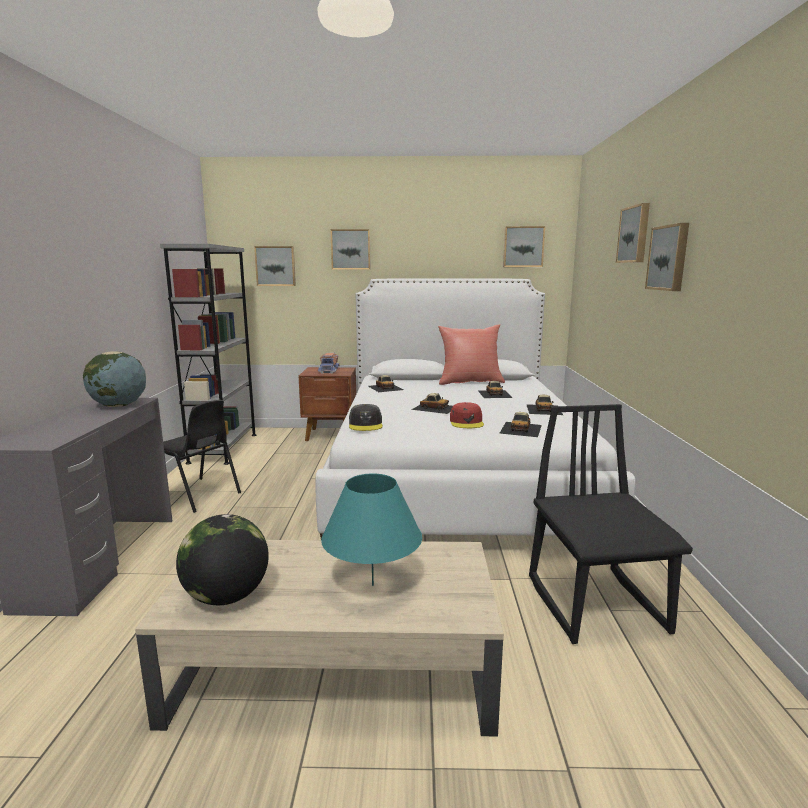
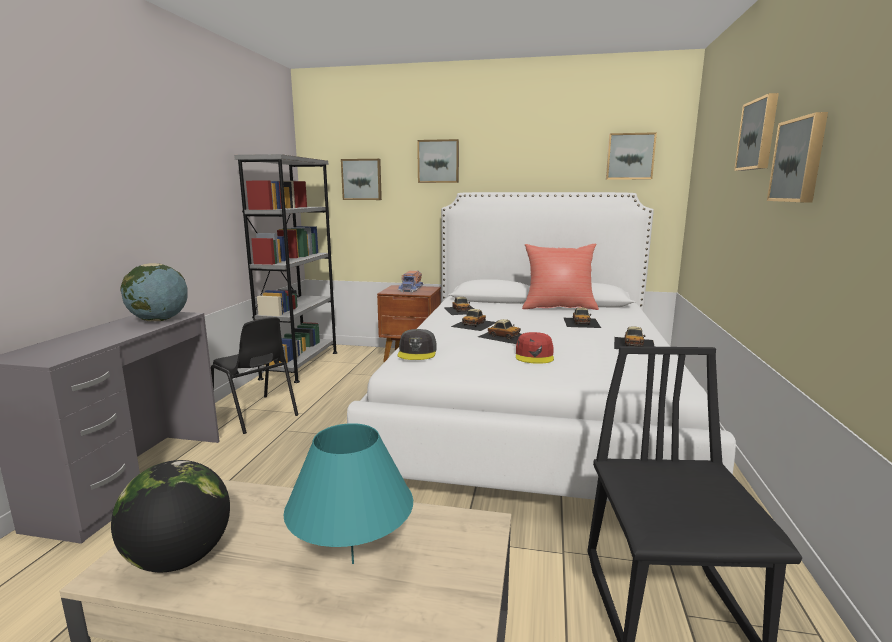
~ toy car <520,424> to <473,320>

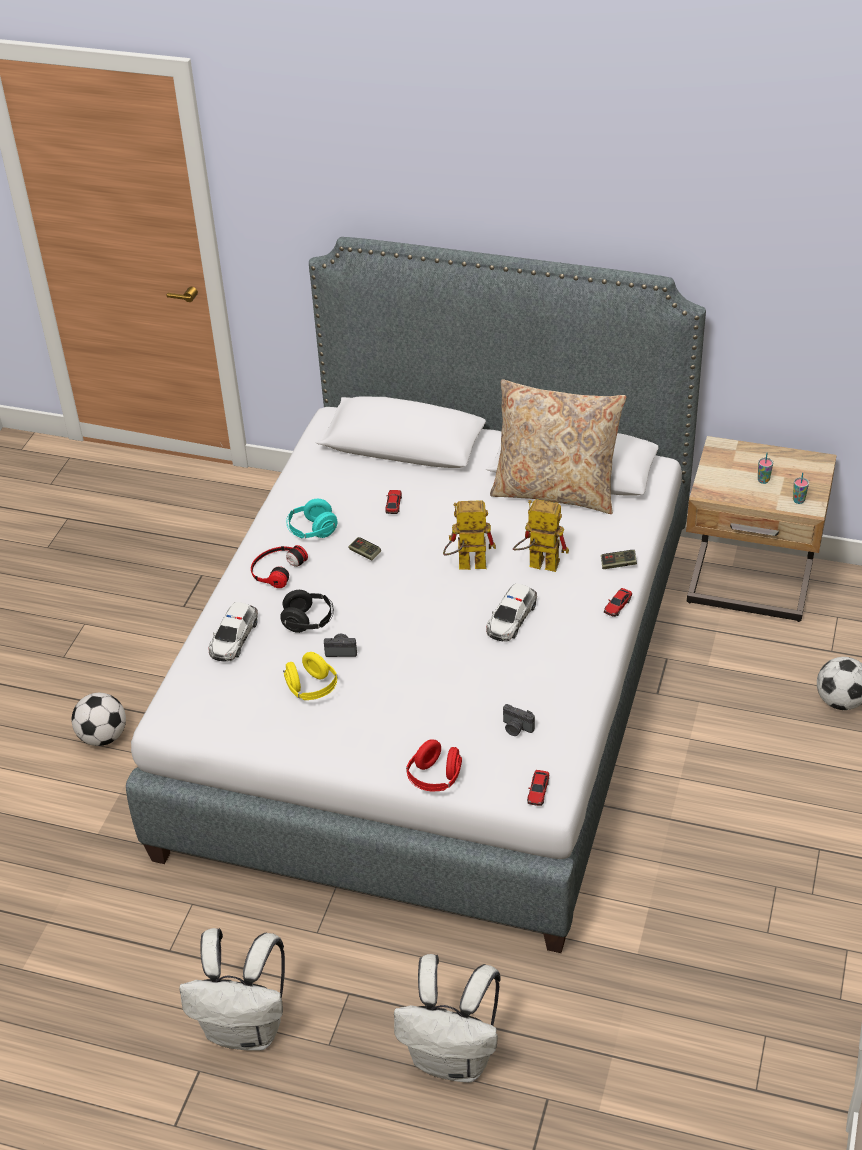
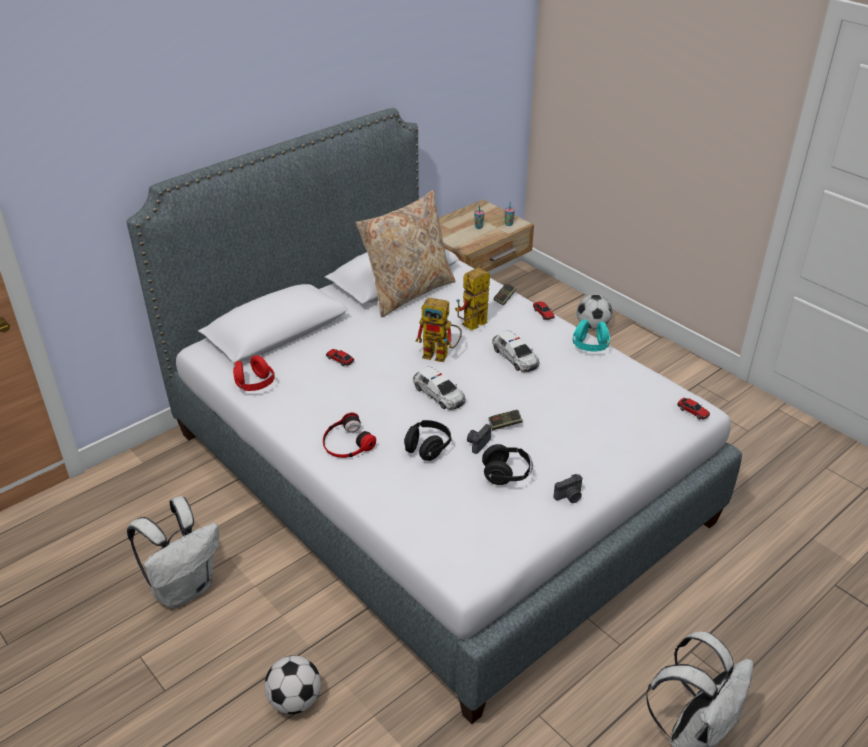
~ turquoise-coloured headphones <312,518> to <591,336>
~ model robot <469,535> = <438,330> 105 degrees counterclockwise
~ joypad <365,549> to <505,420>
~ toy car <233,632> to <439,388>
~ yellowish headphones <310,676> to blackish headphones <507,464>
~ still camera <519,720> to <567,488>
~ reddish headphones <434,765> to <254,373>
~ whitish backpack <447,1018> to <173,552>

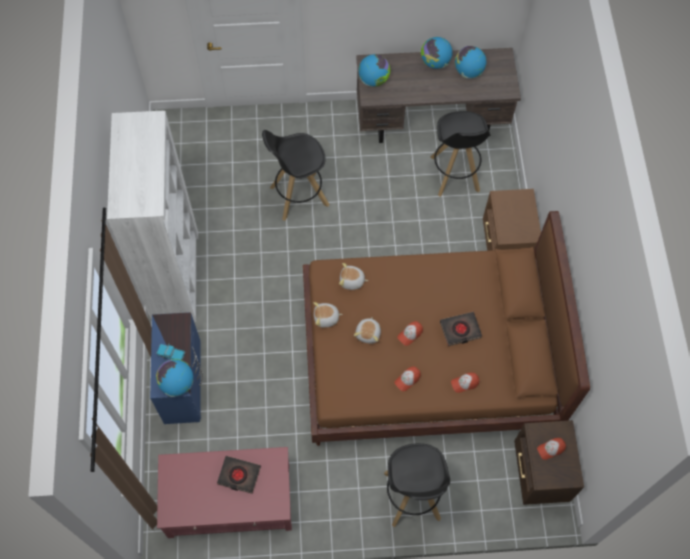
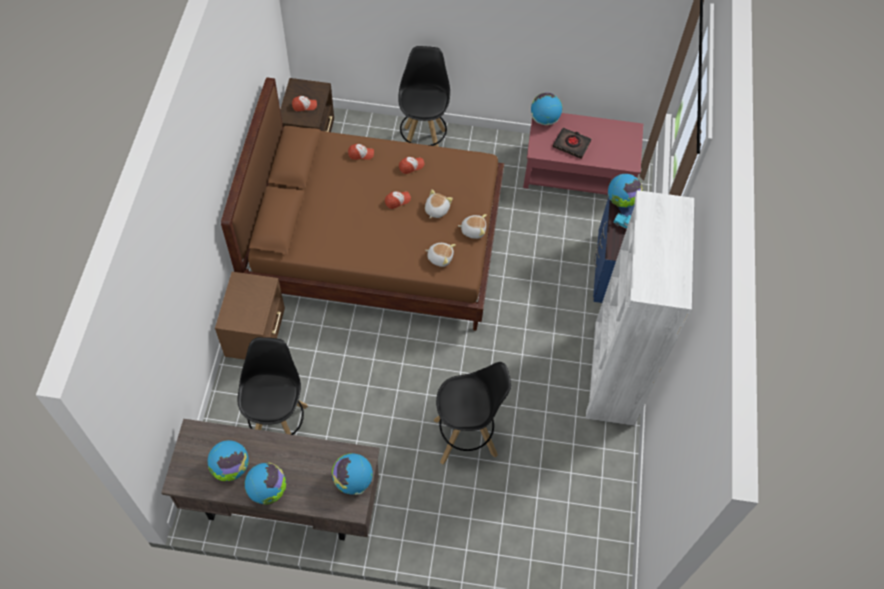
- blackish bound book <461,329>
+ globe <547,109>

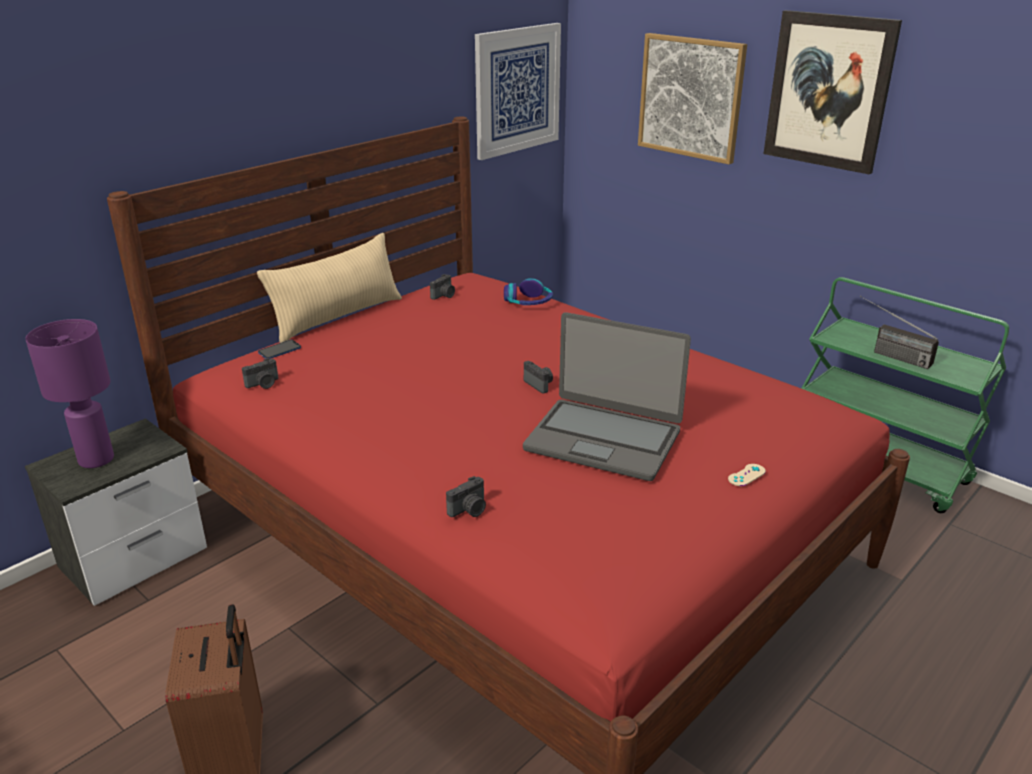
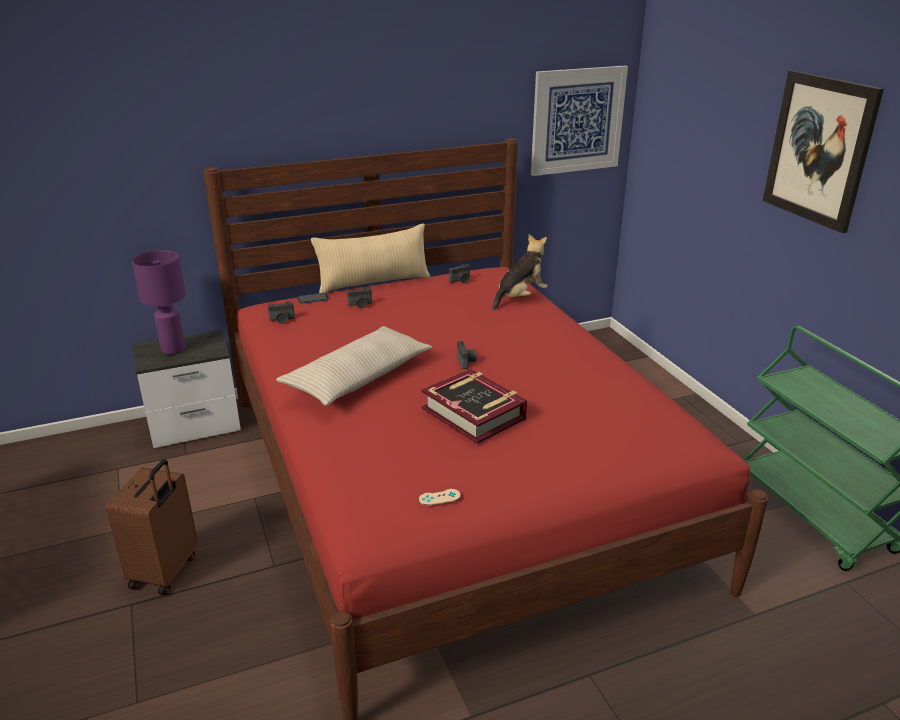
- picture <692,98>
~ headphones <528,291> to plush toy <520,272>
- radio set <899,332>
~ portable computer <607,396> to bound book <474,406>
~ sand-coloured joypad <747,475> to <440,497>
~ still camera <466,496> to <359,297>
+ sand-coloured cushion <354,366>

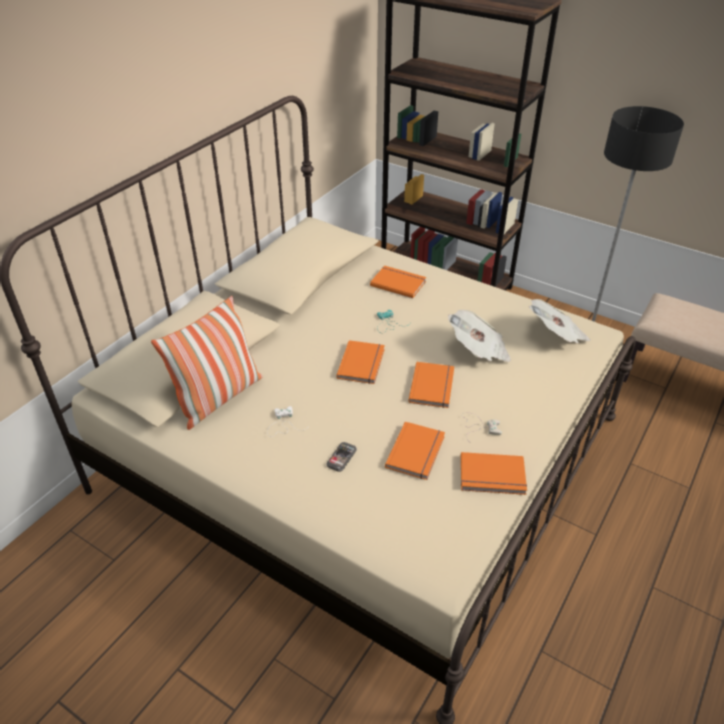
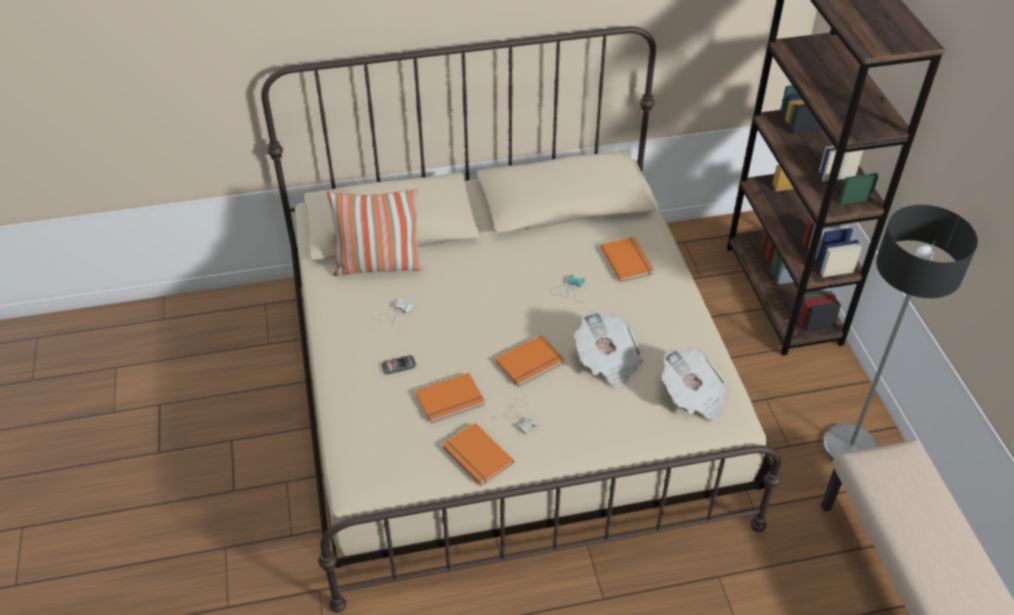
- orange bound book <360,362>

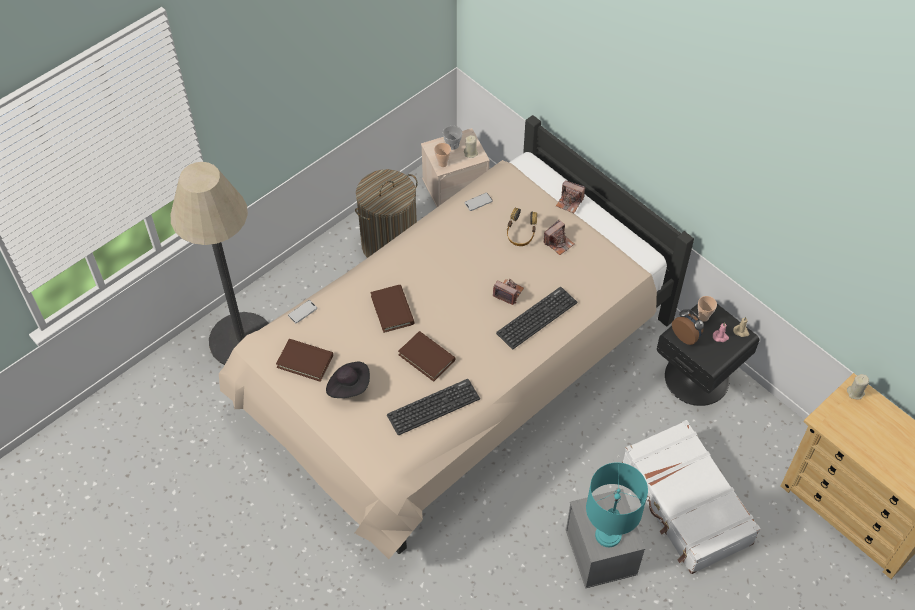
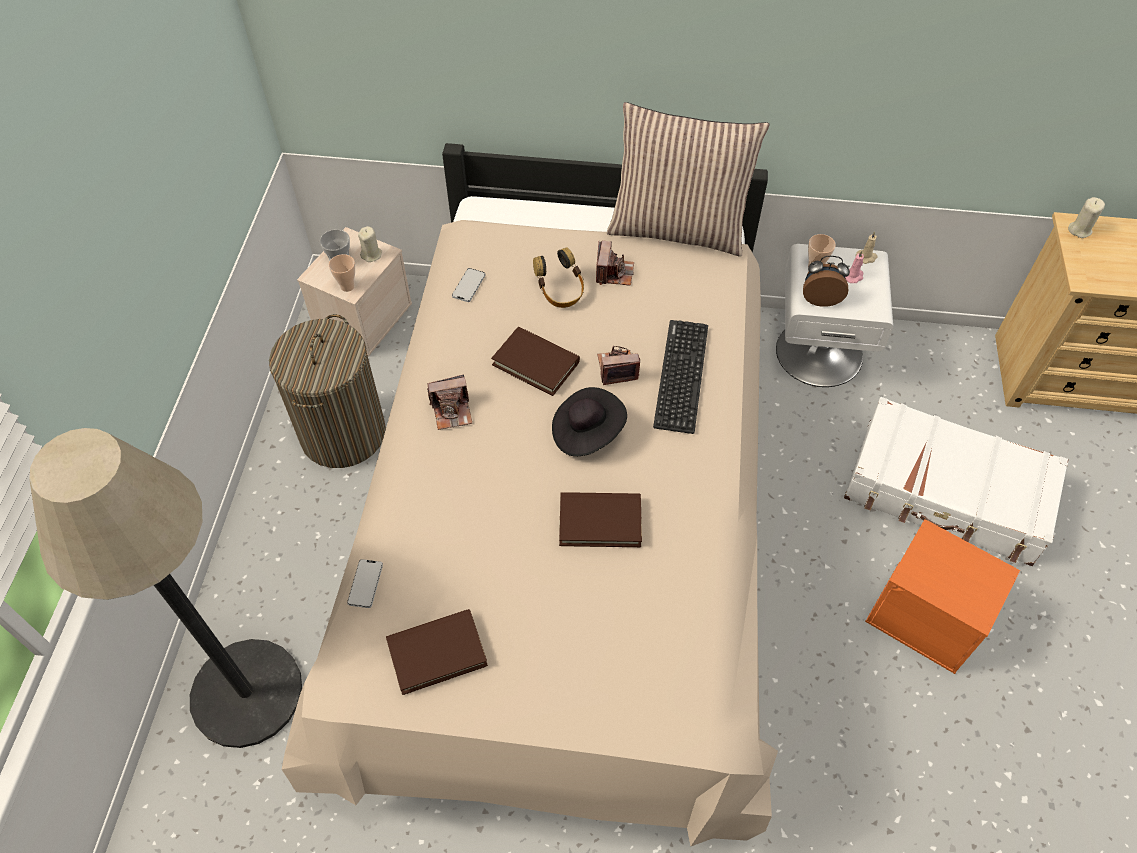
~ still camera <570,197> to <449,402>
~ brownish bound book <392,309> to <535,361>
~ blackish bedside table <708,355> to whitish bedside table <834,315>
~ blackish hat <348,380> to <589,421>
- computer keyboard <433,407>
- turquoise-coloured tabletop lamp <617,504>
~ greyish storage container <605,538> to orange storage container <942,596>
+ cushion <688,179>

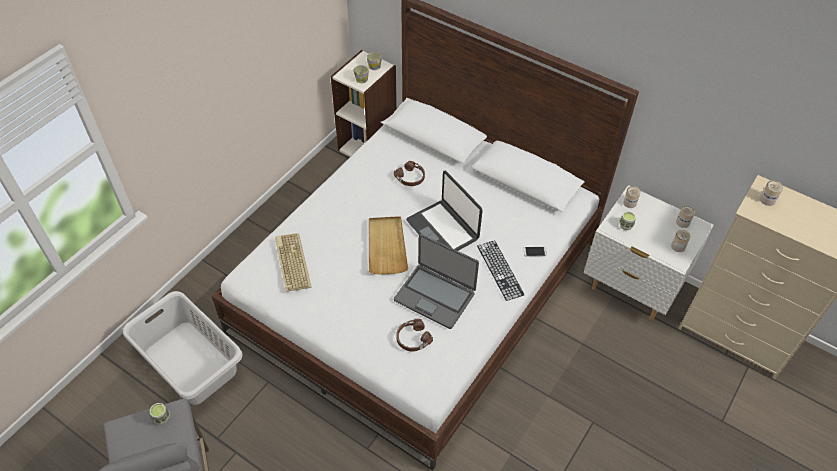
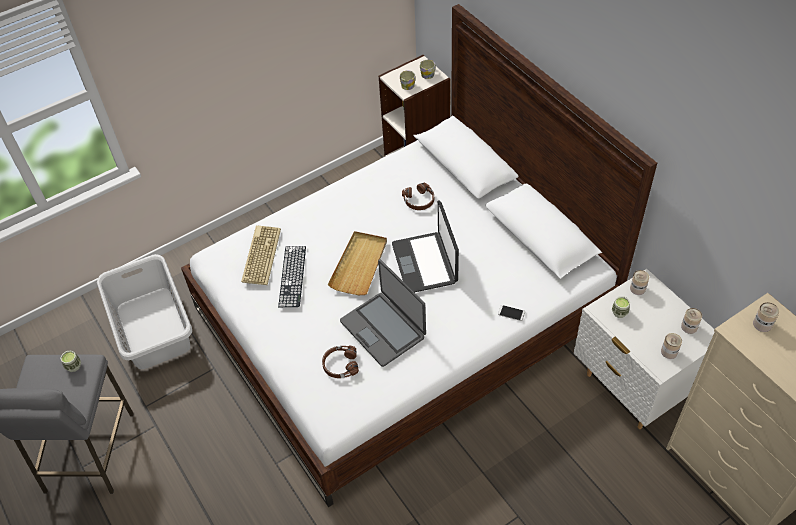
~ computer keyboard <500,270> to <292,276>

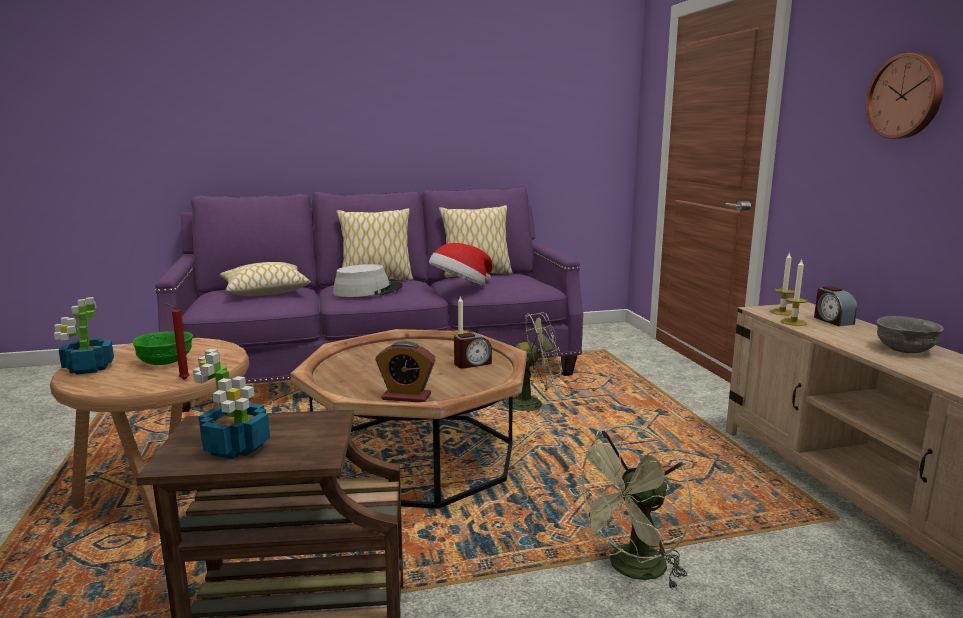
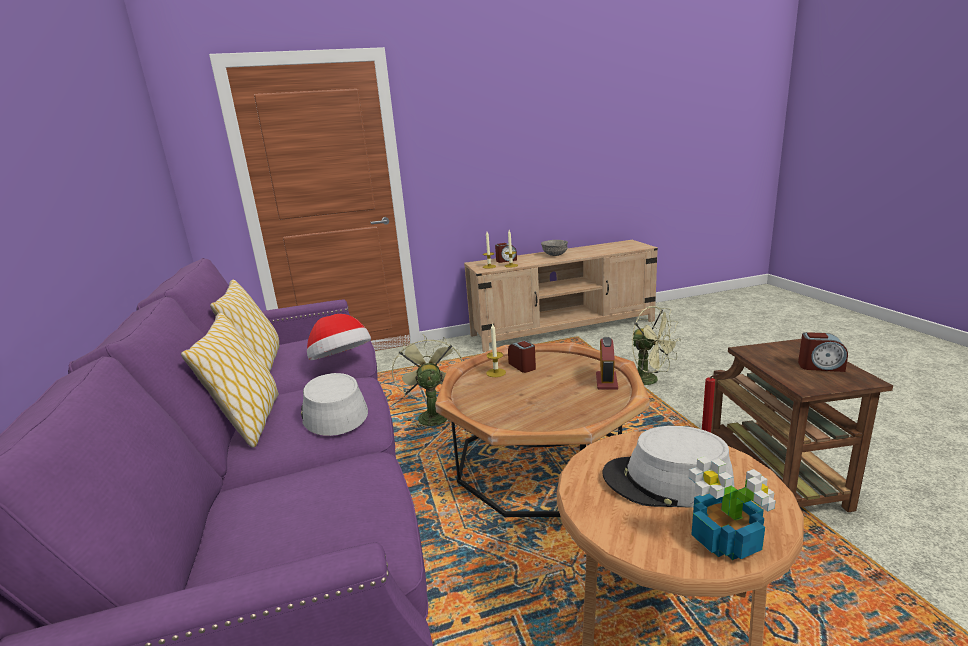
- hanging clock <905,96>
- cushion <265,279>
~ green-coloured bowl <162,348> to greyish hat <668,467>
~ potted plant <231,404> to table clock <823,352>

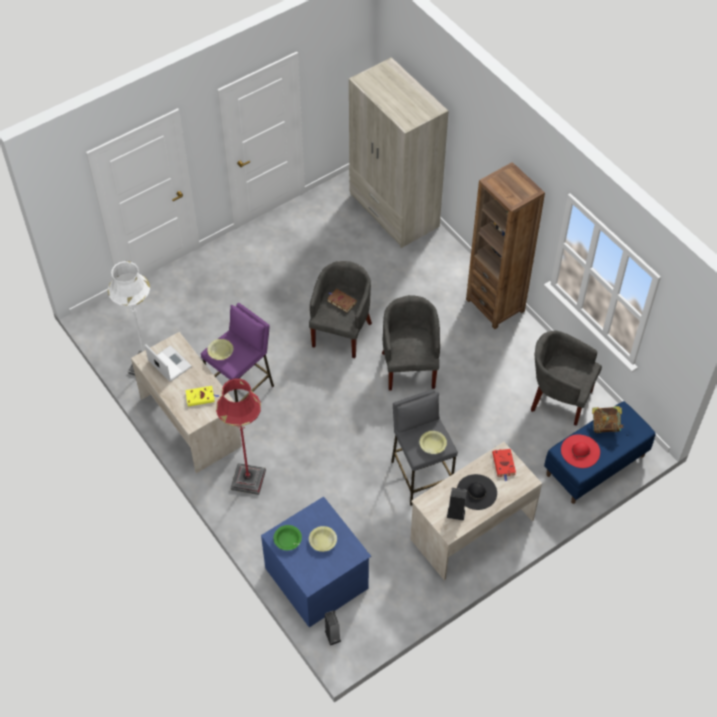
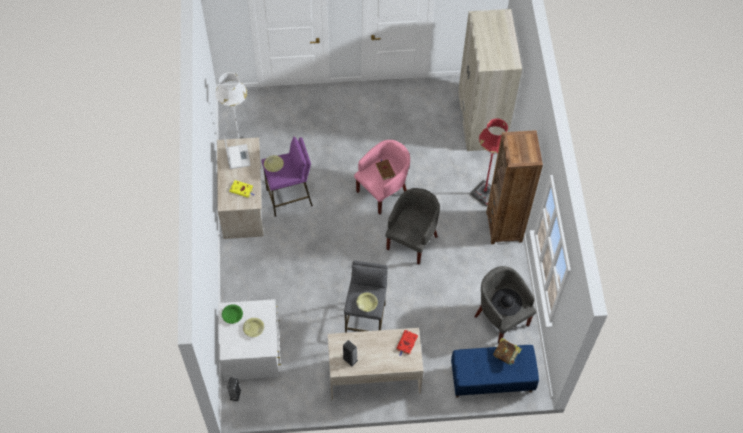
~ greyish easy chair <340,309> to pinkish easy chair <382,177>
~ reddish floor lamp <241,437> to <489,162>
- reddish hat <580,451>
~ blackish hat <477,492> to <507,302>
~ blue drawer chest <316,562> to whitish drawer chest <249,340>

